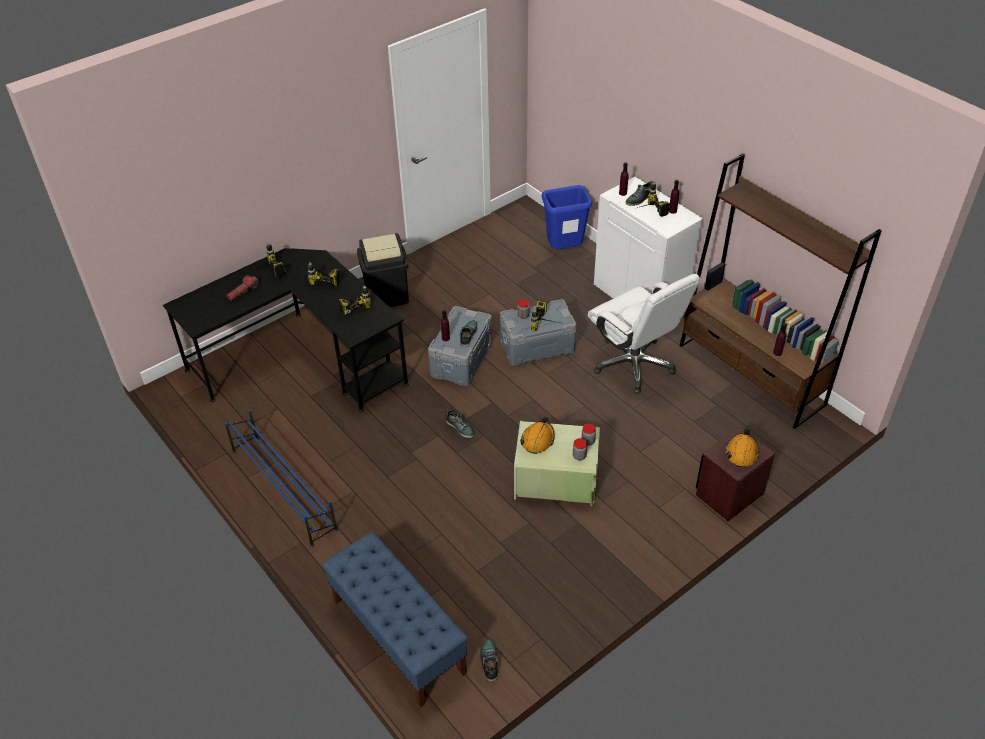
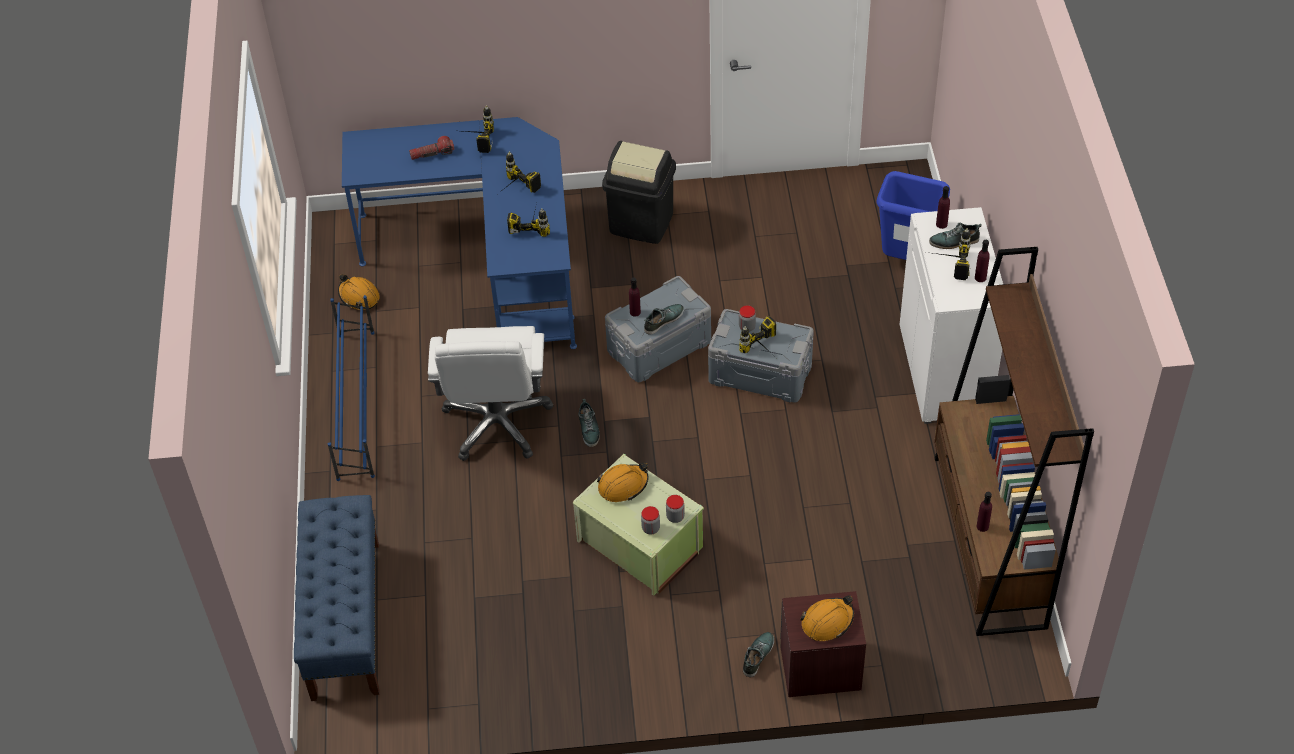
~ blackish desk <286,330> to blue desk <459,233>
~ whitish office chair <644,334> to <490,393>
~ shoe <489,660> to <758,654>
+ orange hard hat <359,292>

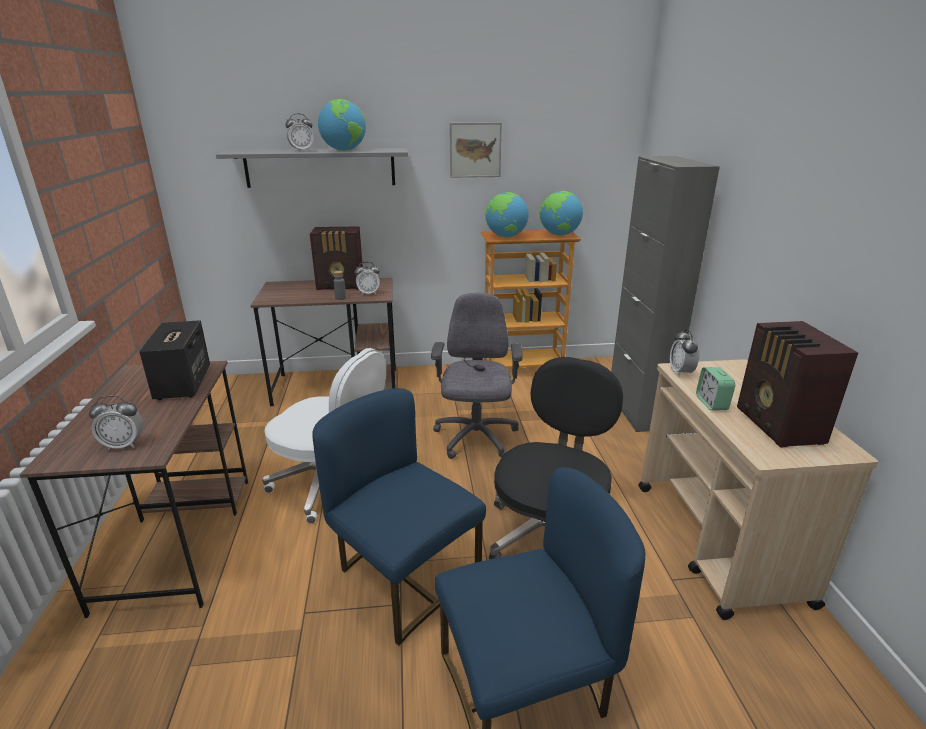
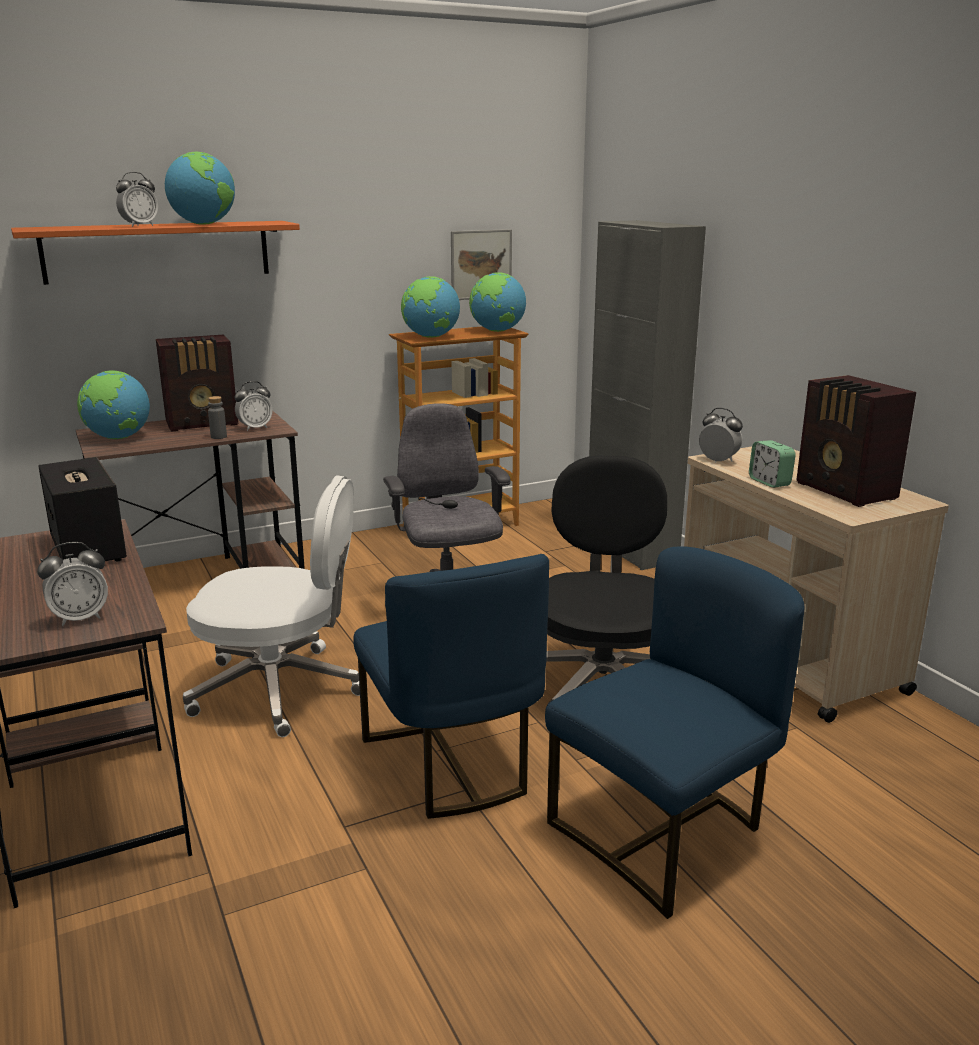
~ picture <476,150> to <481,264>
~ greyish wall shelf <312,168> to orange wall shelf <155,253>
~ table clock <684,353> = <721,435> 150 degrees clockwise
~ blue upright chair <399,517> = <451,686> 135 degrees counterclockwise
+ globe <113,404>

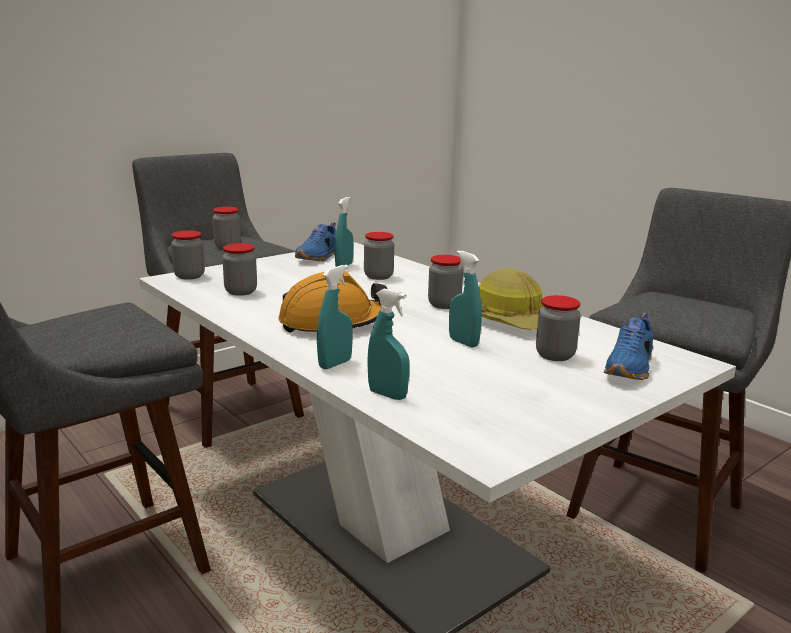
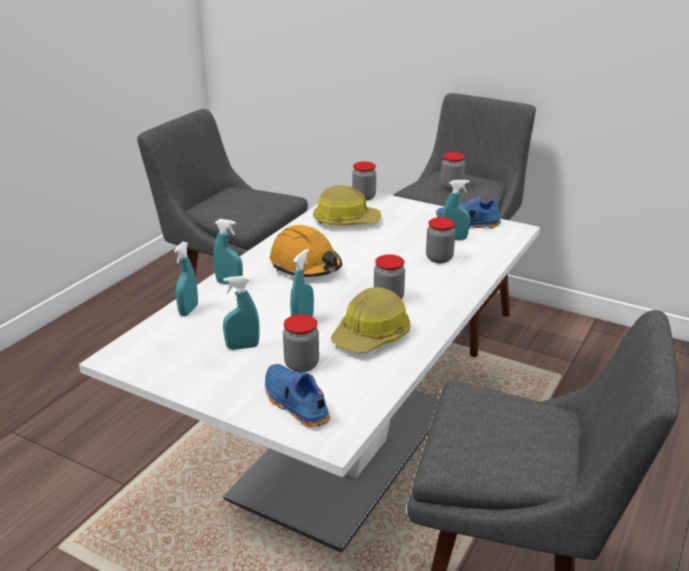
~ jar <239,269> to hard hat <347,205>
~ blue shoe <628,346> = <297,395> 45 degrees clockwise
+ turquoise-coloured sprayer <241,313>

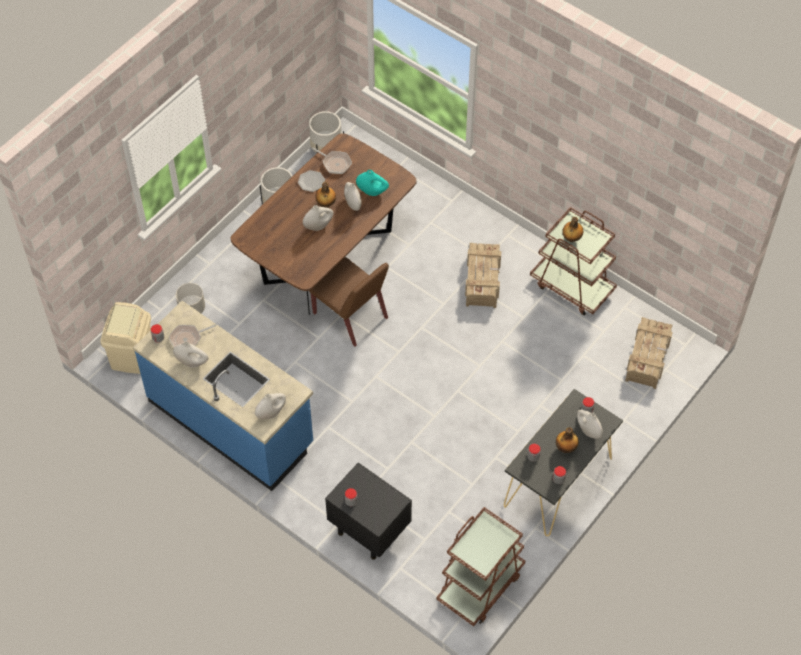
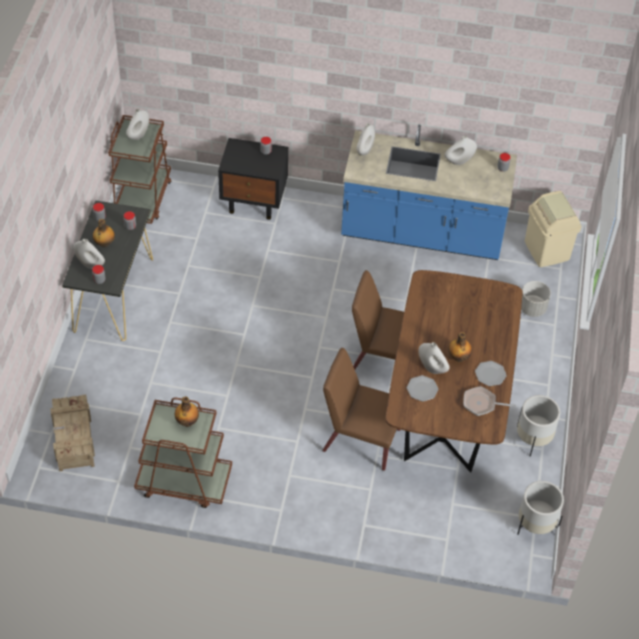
~ turquoise-coloured decorative vase <372,183> to flat dish <423,388>
~ whitish decorative vase <318,218> to <137,124>
- shipping crate <483,275>
- skillet <193,335>
+ brownish upright chair <361,409>

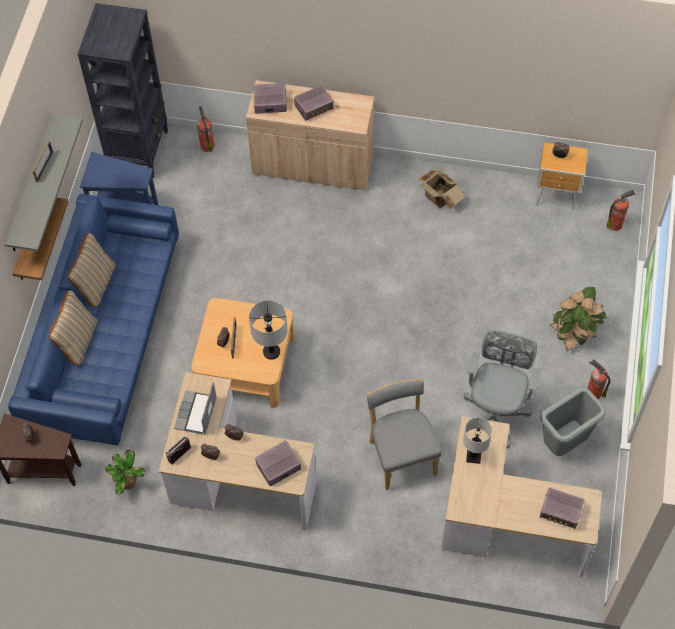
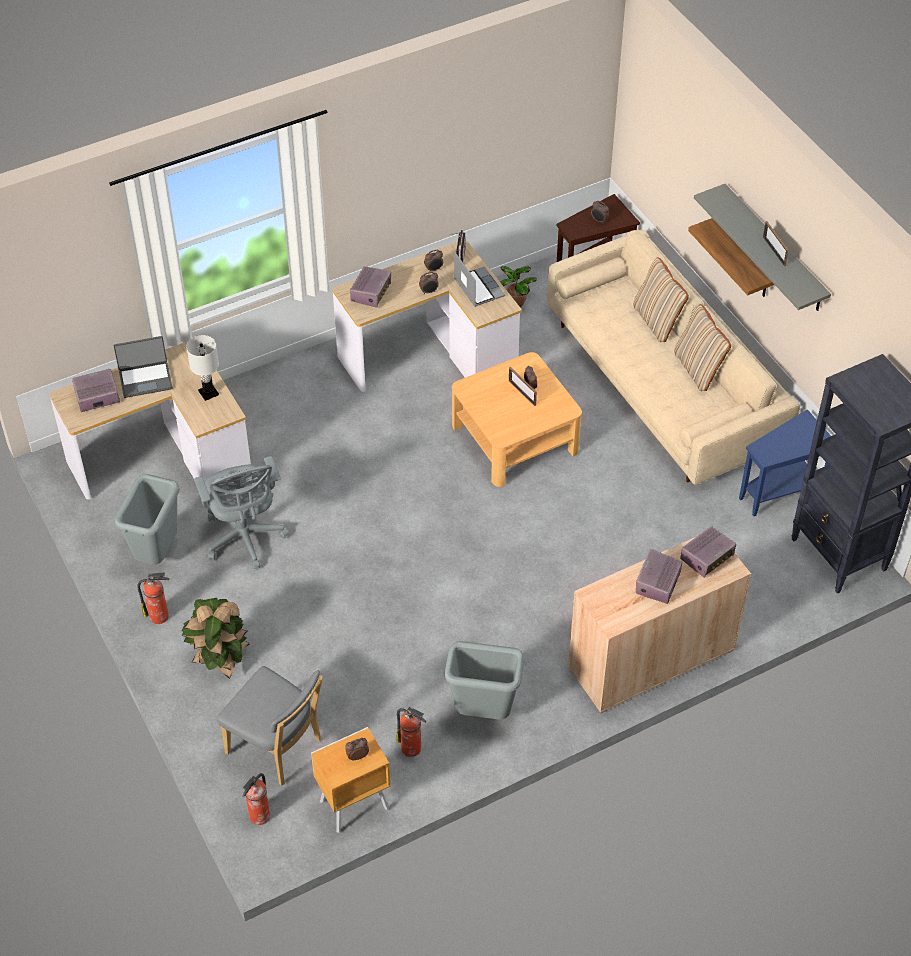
~ extinguisher <205,129> to <411,732>
~ packing box <441,189> to greyish trash can <484,680>
~ blue settee <93,319> to sand-coloured settee <673,357>
- greyish tabletop lamp <268,330>
~ greyish upright chair <404,434> to <270,726>
+ portable computer <143,367>

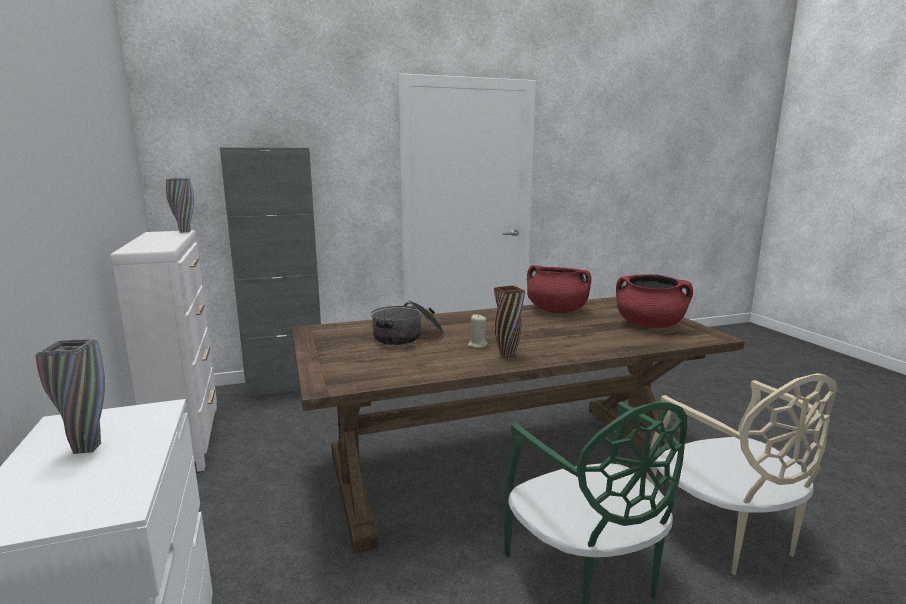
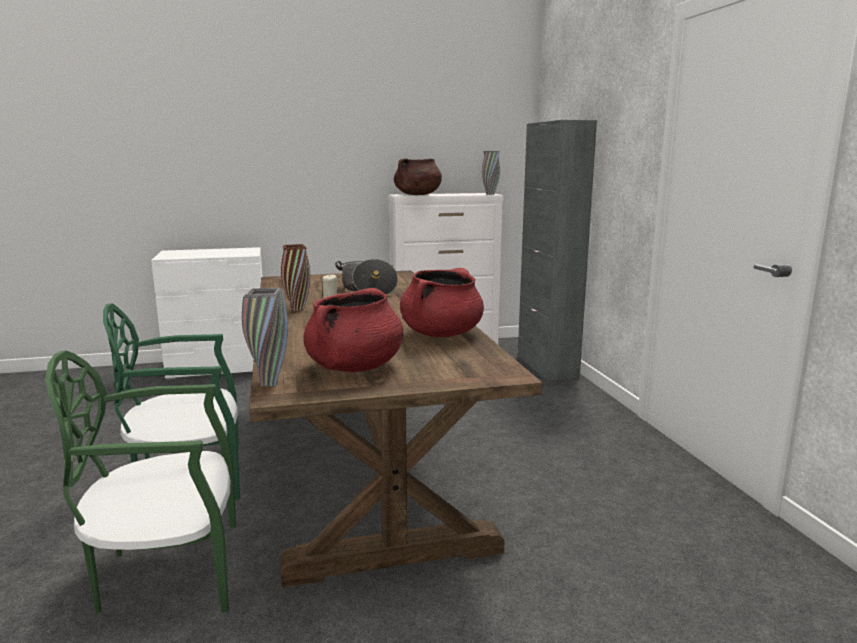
~ greyish decorative vase <70,396> to <265,337>
~ sand-coloured upright chair <742,474> to green-coloured upright chair <140,482>
+ brownish saucepot <418,177>

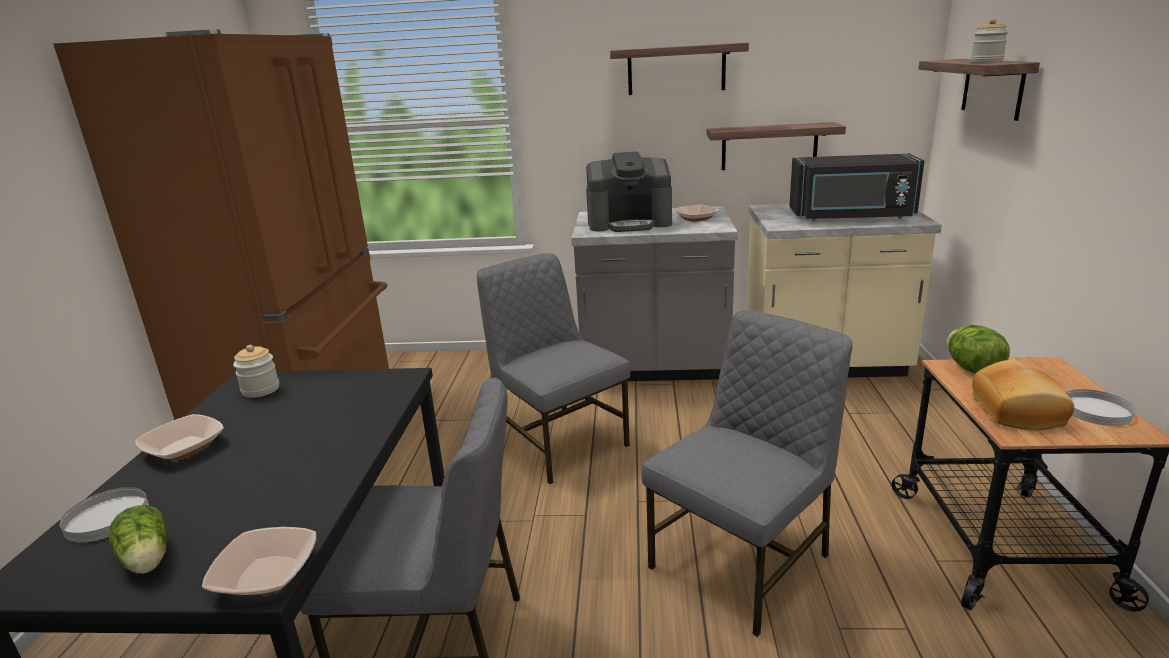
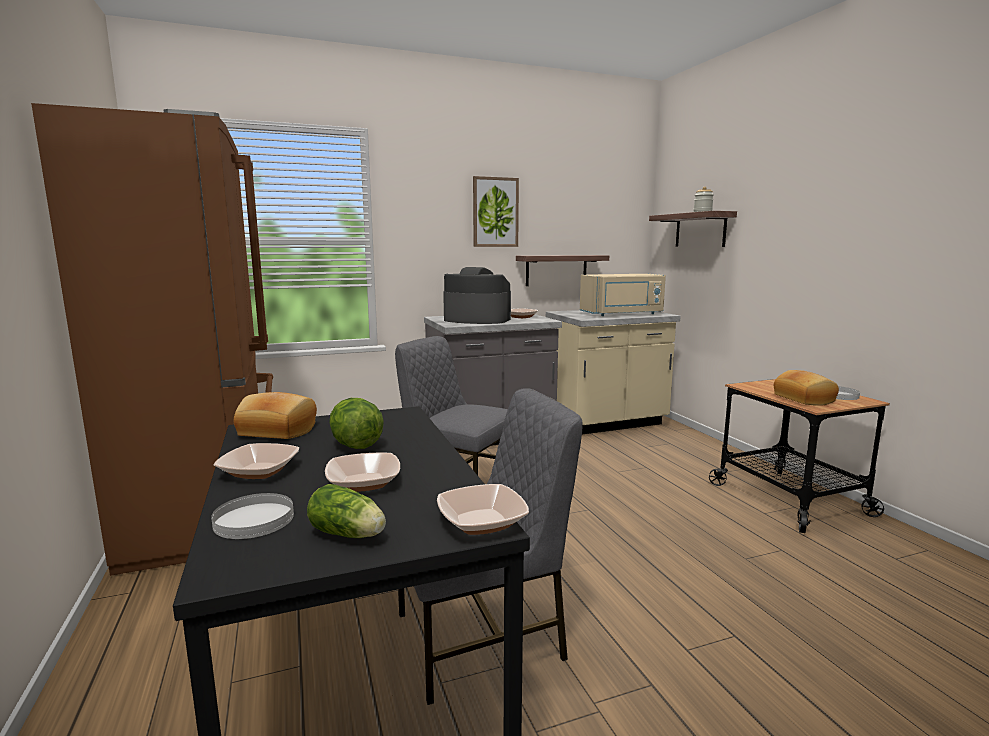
~ wall shelf <679,69> to picture <496,211>
~ coffee maker <629,192> = <477,295> 135 degrees counterclockwise
~ blackish microwave <856,187> to sand-coloured microwave <623,295>
- greyish upright chair <747,473>
~ lettuce head <978,349> to <356,423>
~ jar <256,371> to bread <275,415>
+ bowl <362,472>

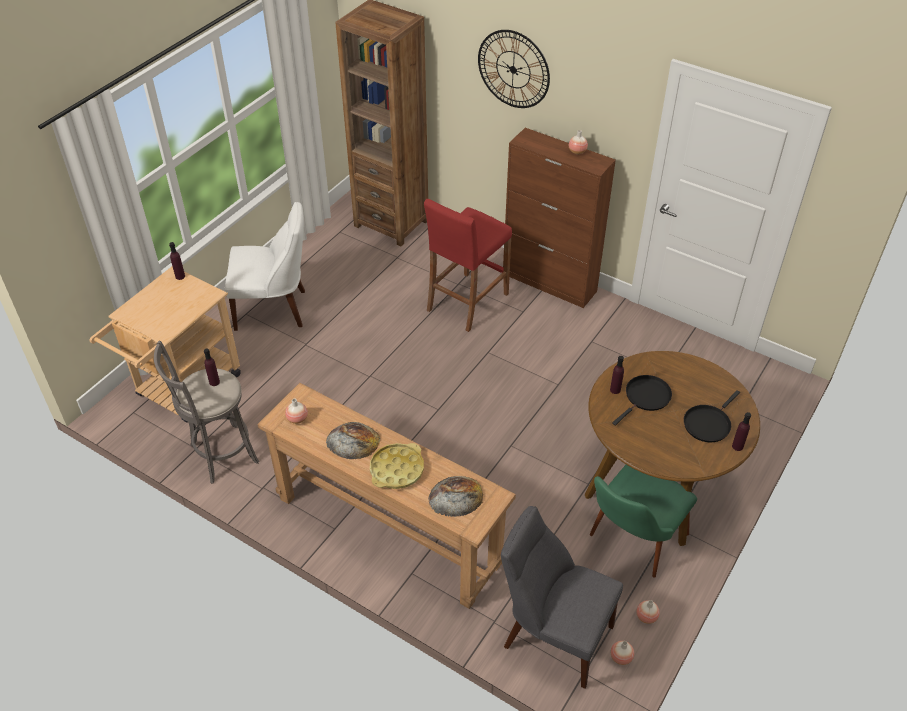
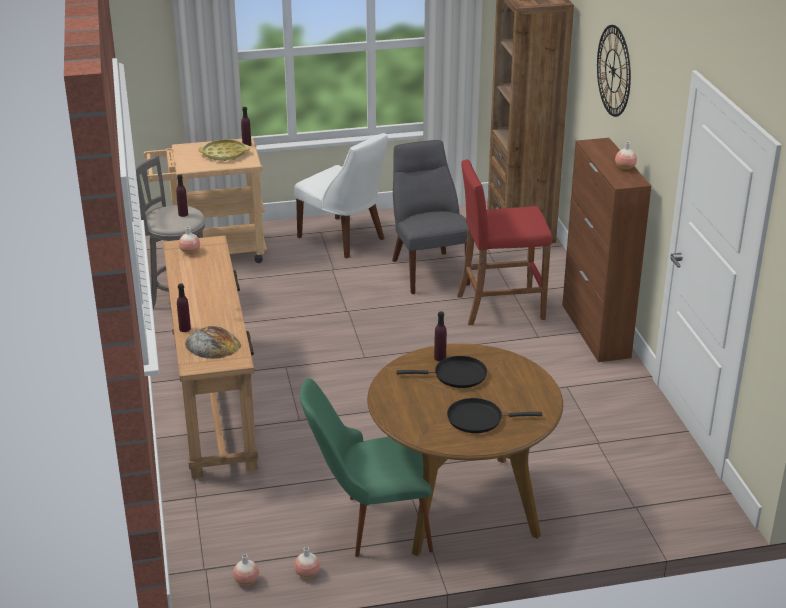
~ purplish drink bottle <741,431> to <184,307>
- bread <353,440>
~ yellowish carrying tray <397,466> to <224,150>
~ greyish upright chair <562,597> to <431,217>

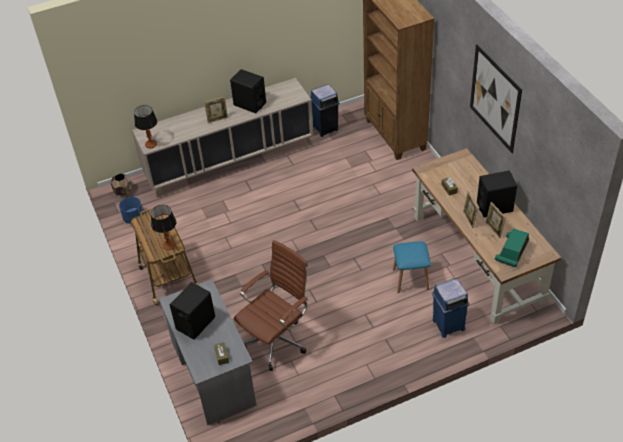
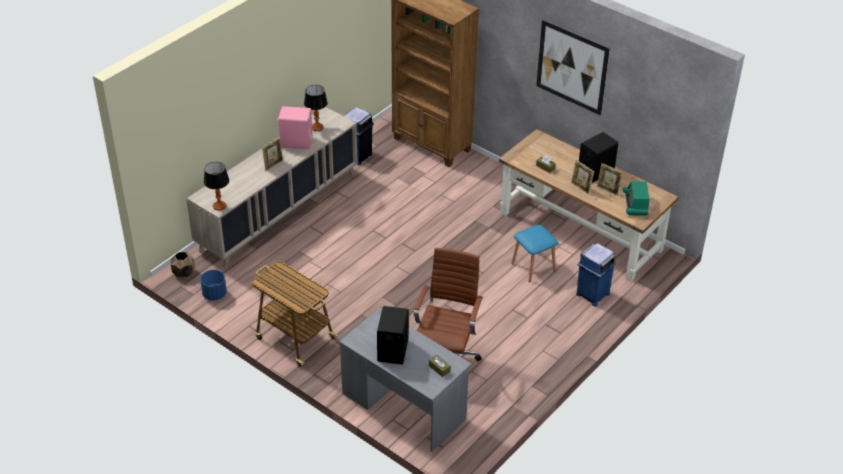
~ blackish loudspeaker <248,91> to pinkish loudspeaker <295,127>
~ tabletop lamp <163,227> to <316,108>

